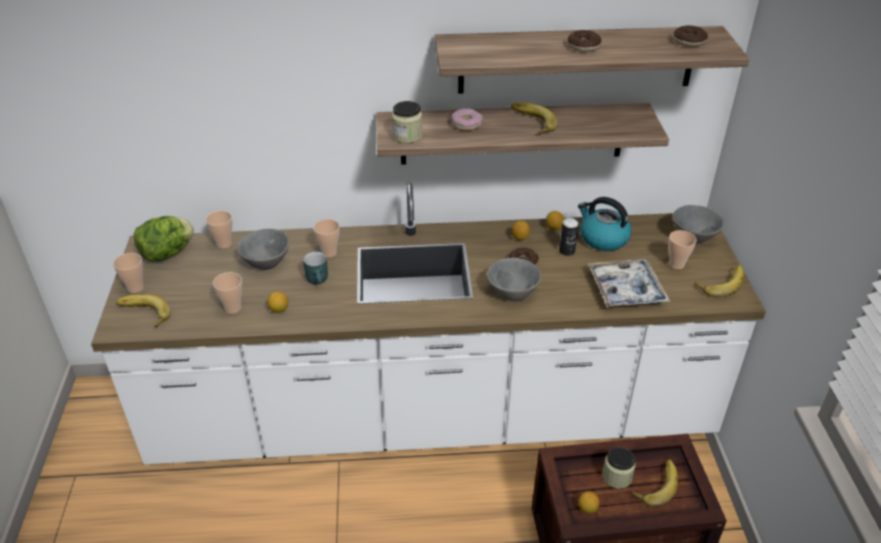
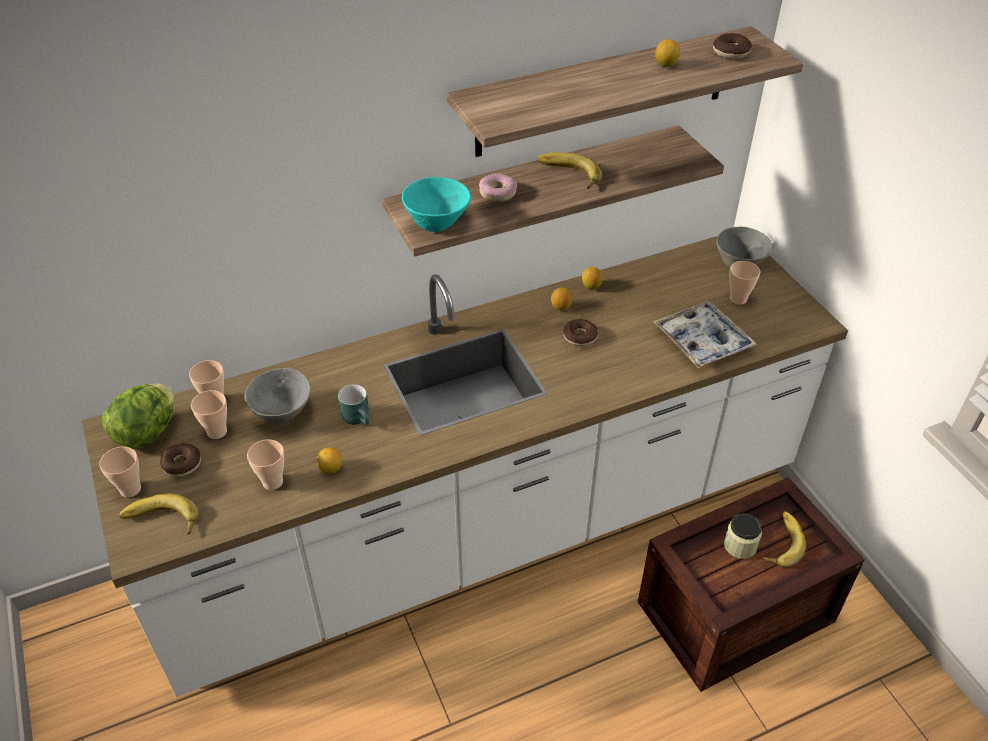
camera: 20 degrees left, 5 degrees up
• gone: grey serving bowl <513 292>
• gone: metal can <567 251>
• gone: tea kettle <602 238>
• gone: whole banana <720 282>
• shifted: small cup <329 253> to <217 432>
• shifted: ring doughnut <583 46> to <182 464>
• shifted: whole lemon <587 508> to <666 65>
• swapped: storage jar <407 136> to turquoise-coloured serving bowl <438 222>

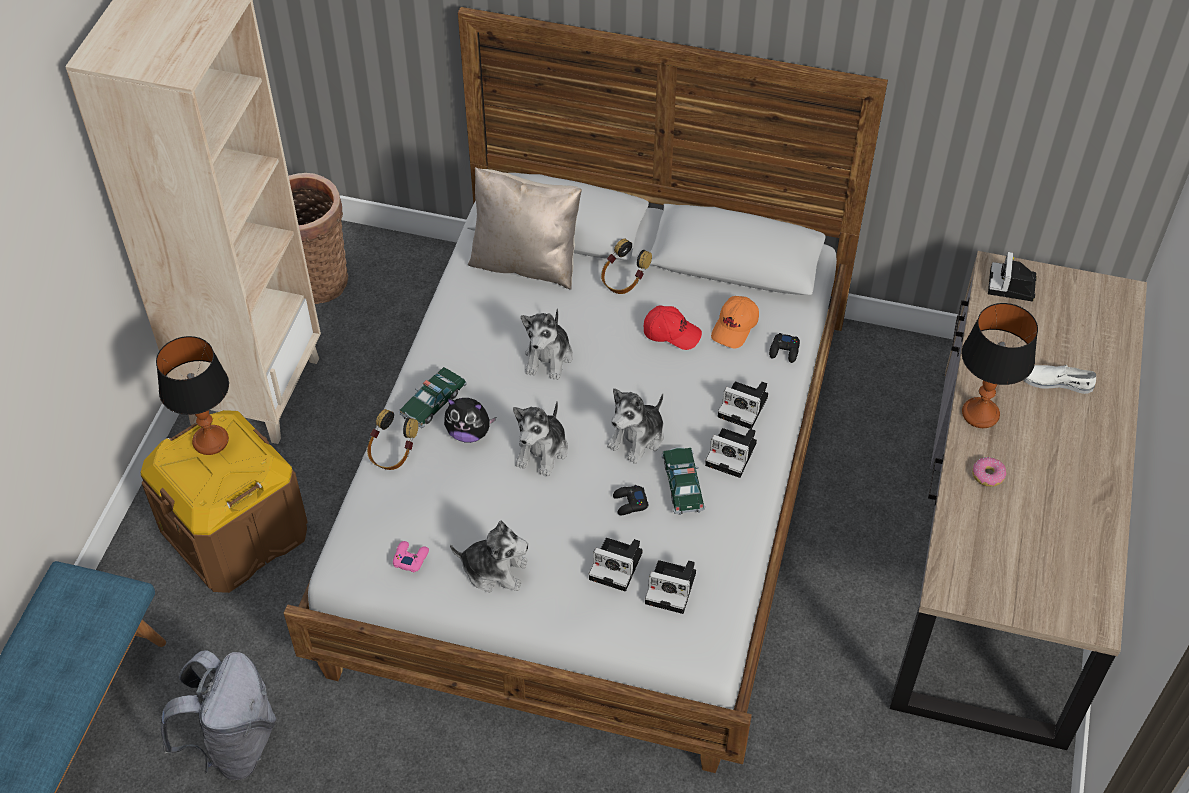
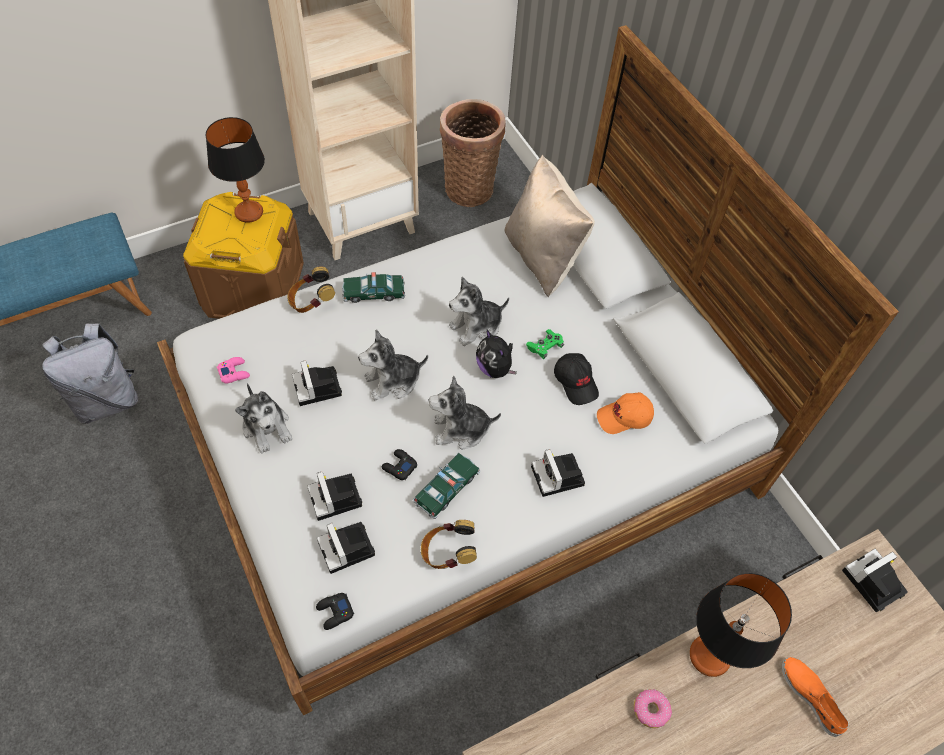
camera: 45 degrees right, 5 degrees up
• new: green-coloured game controller <545 347>
• shifted: soft toy <469 433> to <495 368>
• shifted: pair of headphones <623 280> to <447 553>
• shifted: photo camera <733 454> to <318 388>
• shifted: black game controller <784 351> to <335 612>
• repainted: reddish baseball cap <671 333> to black baseball cap <576 382>
• repainted: white shoe <1056 382> to orange shoe <811 696>

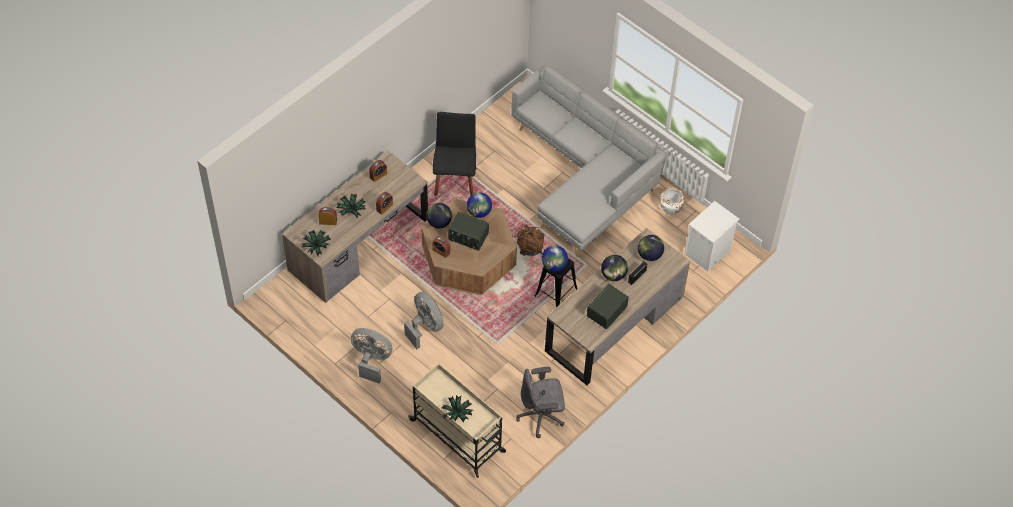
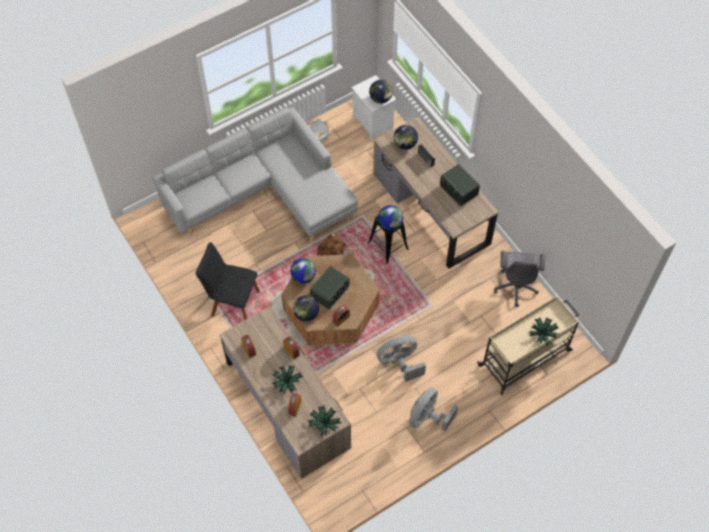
camera: 75 degrees left, 5 degrees up
• shifted: globe <613 275> to <381 99>

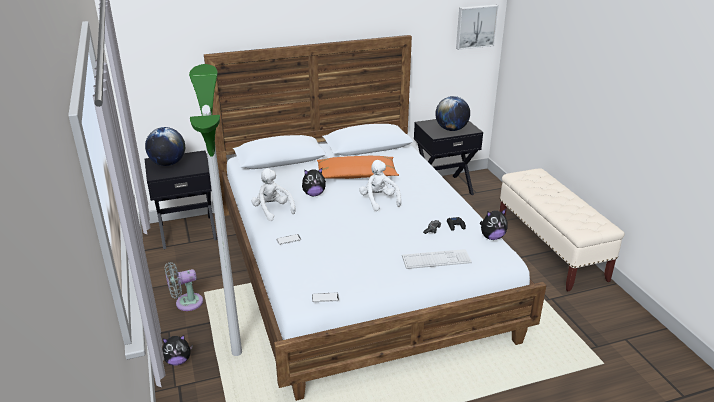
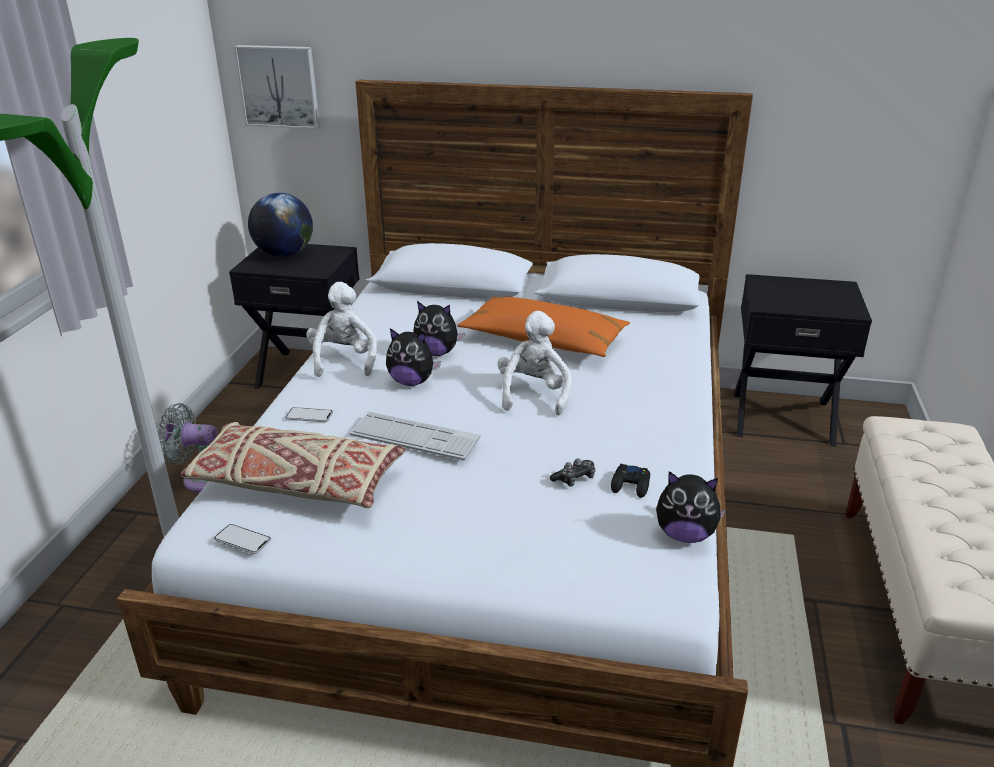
camera: 30 degrees right, 0 degrees up
• gone: globe <451 129>
• new: sand-coloured throw pillow <296 482>
• shifted: soft toy <178 361> to <412 382>
• shifted: computer keyboard <436 259> to <414 437>
• shifted: picture <475 26> to <279 86>

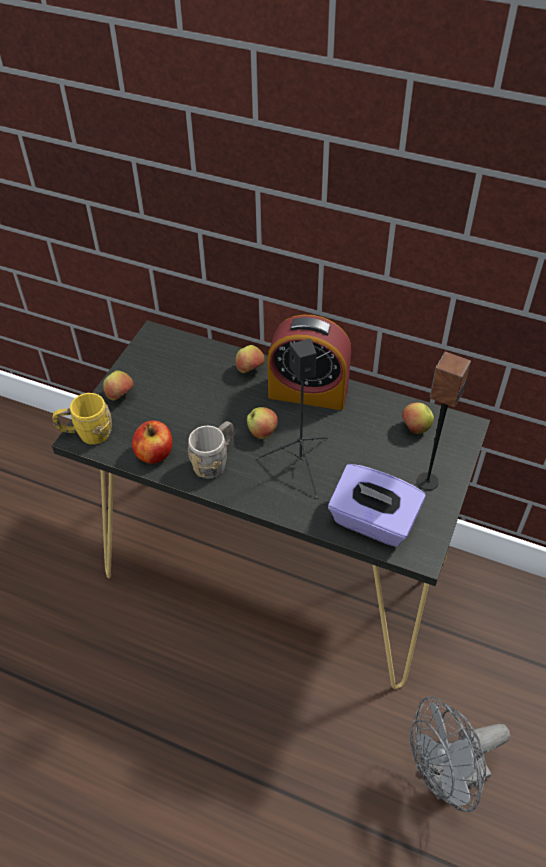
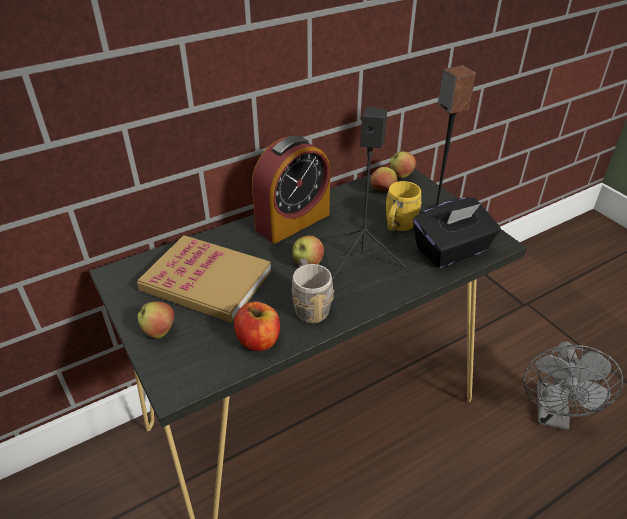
camera: 55 degrees left, 10 degrees down
• new: book <206 281>
• shifted: yellowish tea mug <87 434> to <398 227>
• shifted: whole apple <250 370> to <401 176>
• repainted: purplish tissue box <373 522> to black tissue box <452 251>

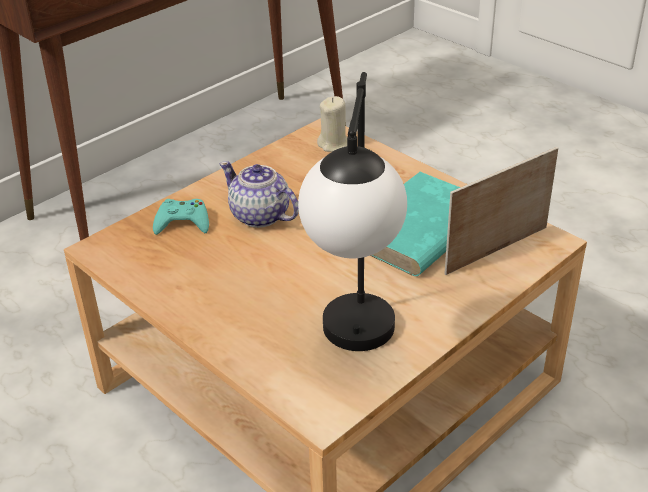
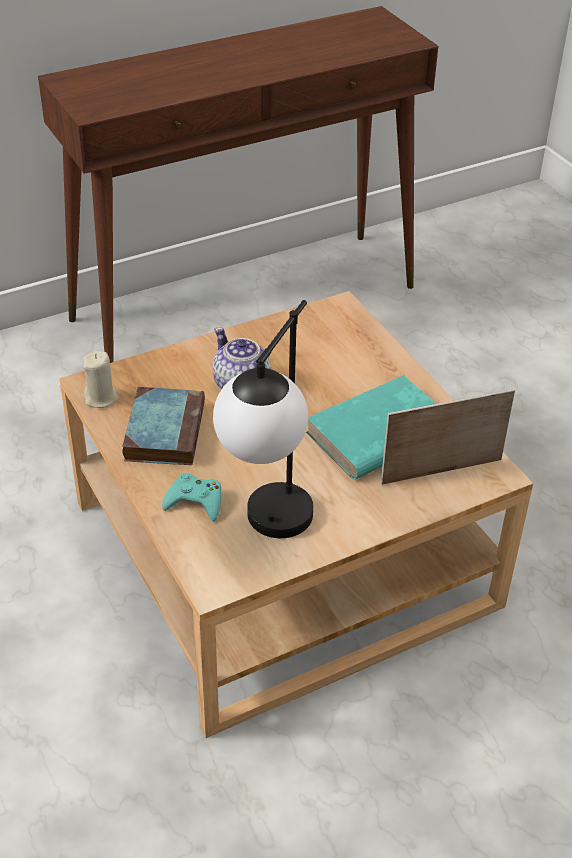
camera: 15 degrees right, 5 degrees up
• new: book <164 430>
• shifted: turquoise-coloured game controller <183 222> to <195 501>
• shifted: sand-coloured candle <333 144> to <101 398>

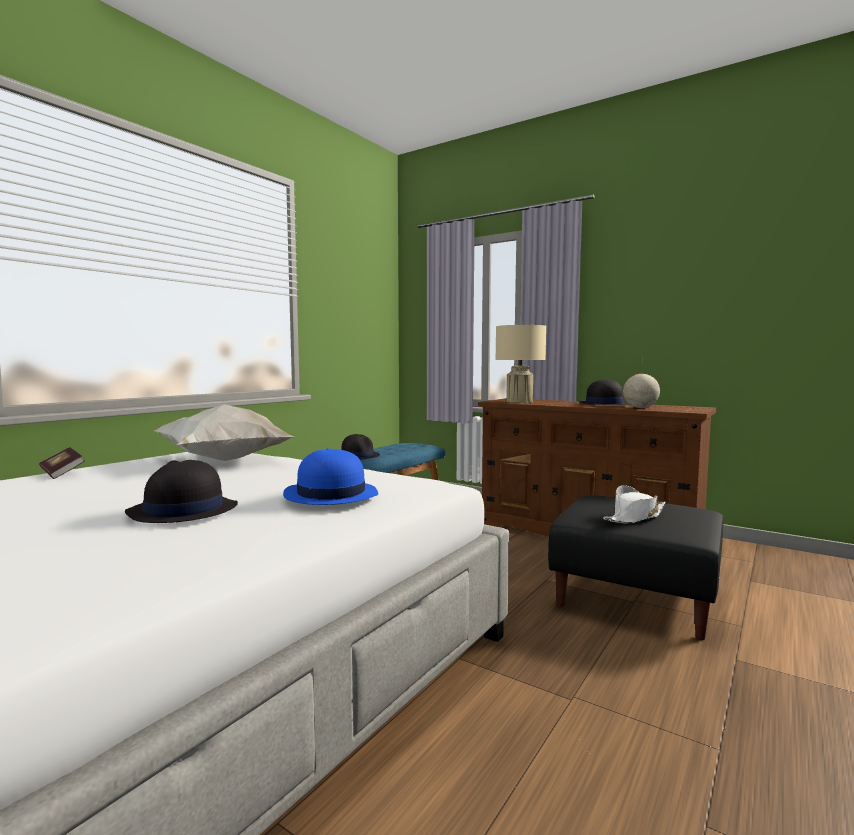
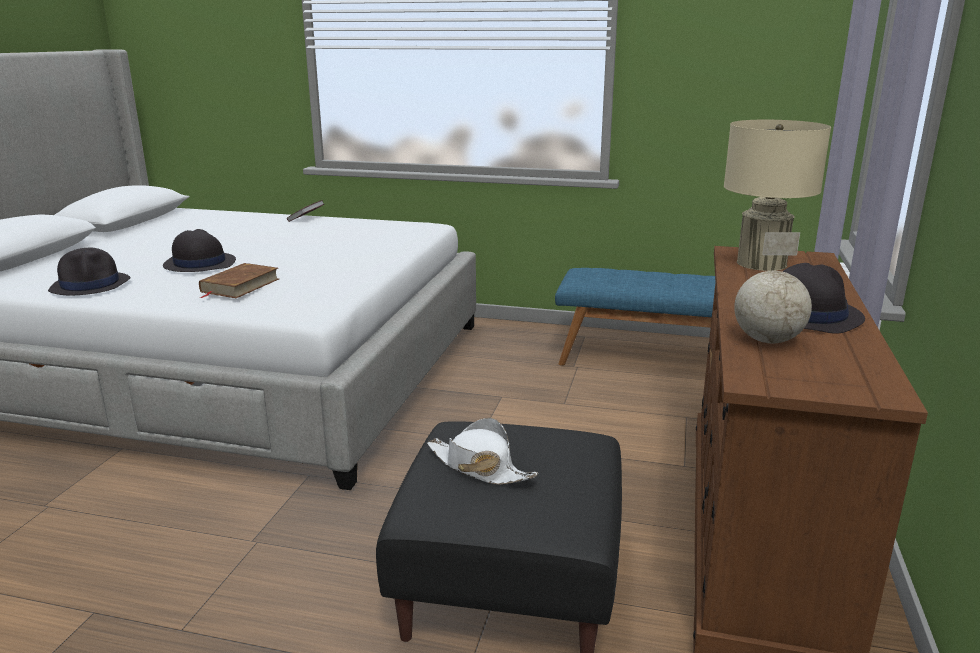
camera: 70 degrees right, 15 degrees up
• gone: white throw pillow <225 461>
• shifted: black wearable hat <357 456> to <91 285>
• swapped: blue wearable hat <330 495> to brown book <240 285>

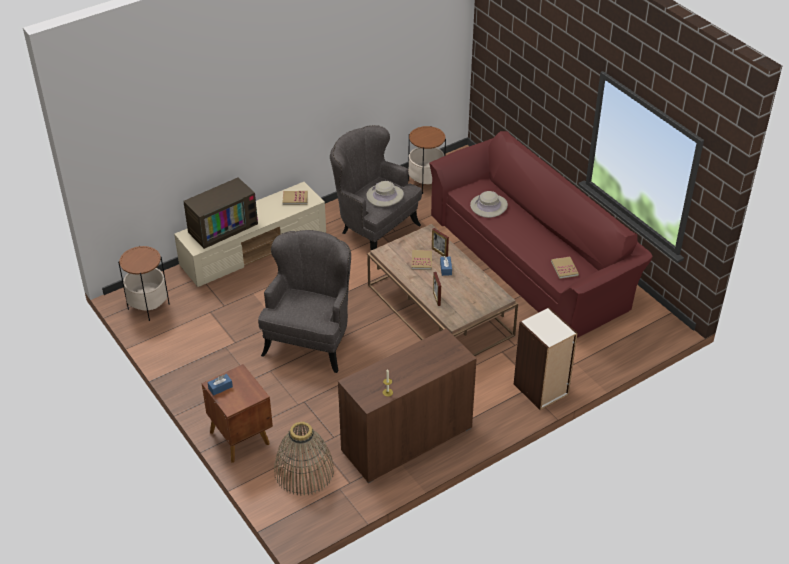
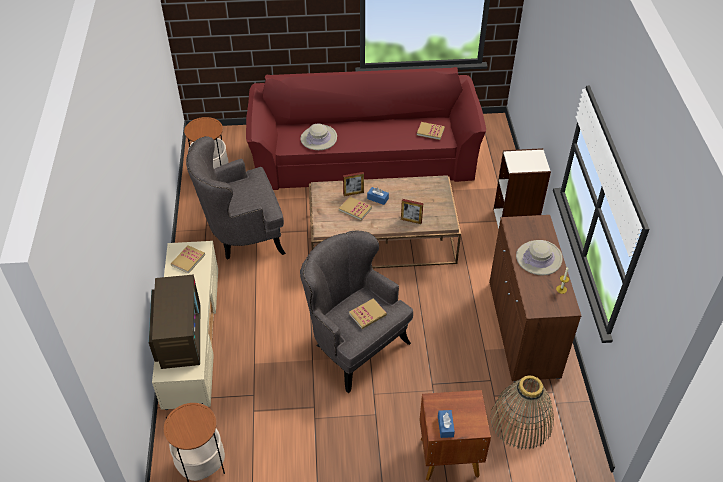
camera: 60 degrees left, 5 degrees up
• new: book <367 314>
• shifted: sand-coloured wearable hat <385 196> to <539 258>

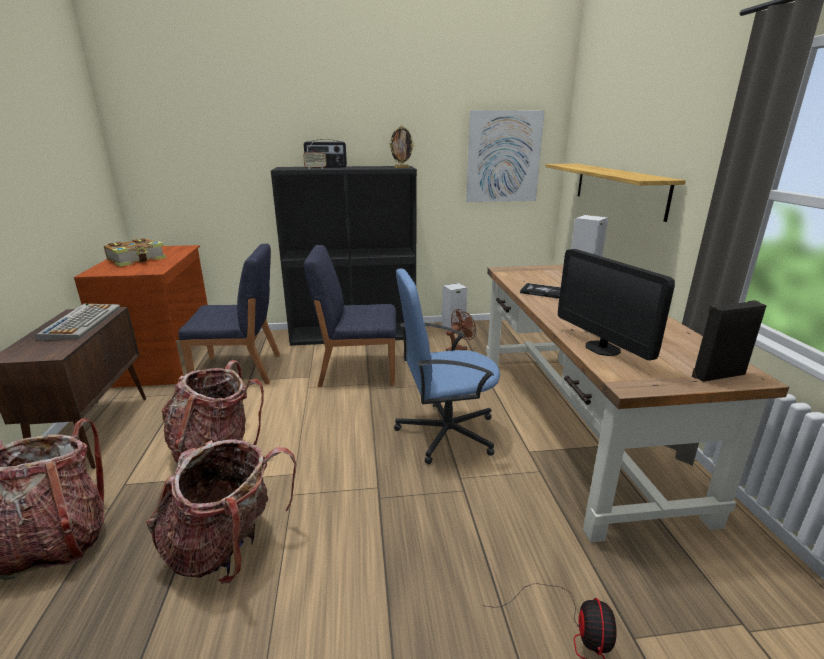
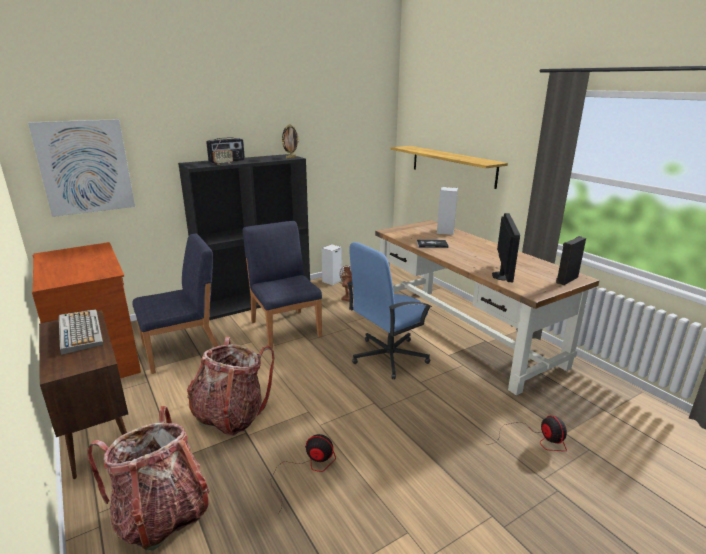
camera: 25 degrees left, 0 degrees up
• gone: book <137 260>
• shifted: picture <503 157> to <85 167>
• swapped: rucksack <227 547> to electric fan <306 469>
• rotated: blue chair <357 370> = <285 328> 90 degrees clockwise
• rotated: computer display <602 348> = <501 276> 120 degrees counterclockwise

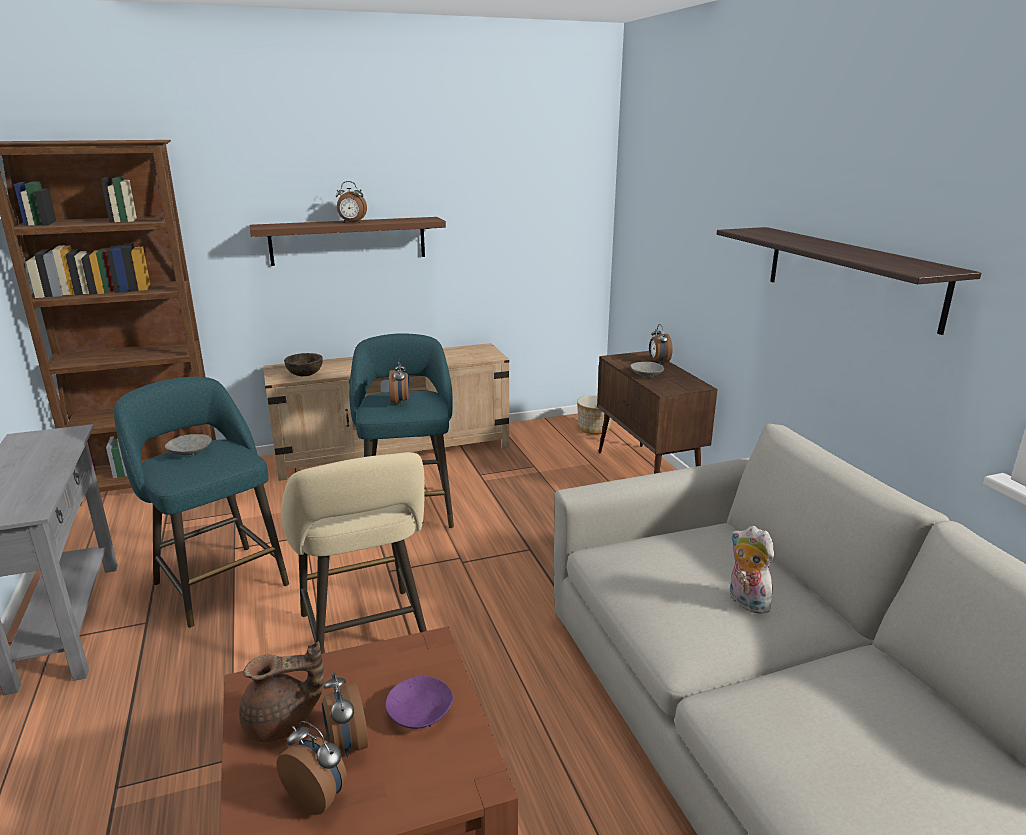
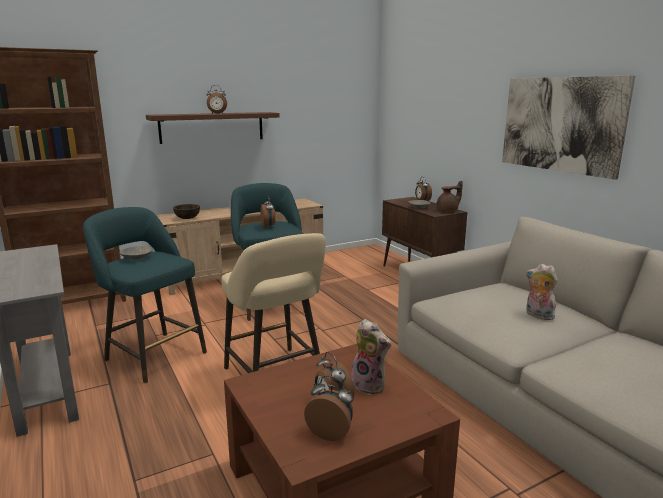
camera: 10 degrees left, 5 degrees down
• gone: flower pot <594 429>
• shifted: brown tea pot <281 723> to <448 210>
• swapped: purplish serving bowl <419 712> to soft toy <370 385>
• swapped: bracket shelf <850 275> to picture <560 124>

